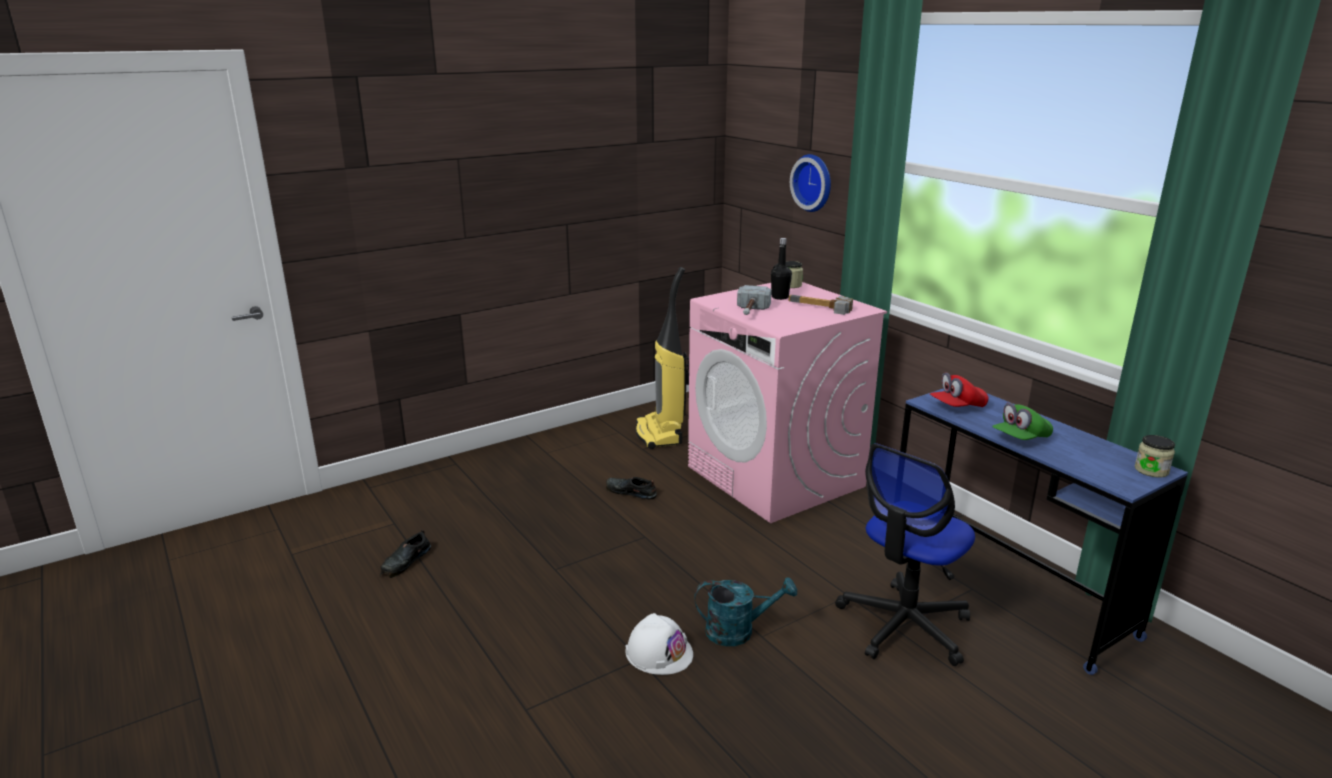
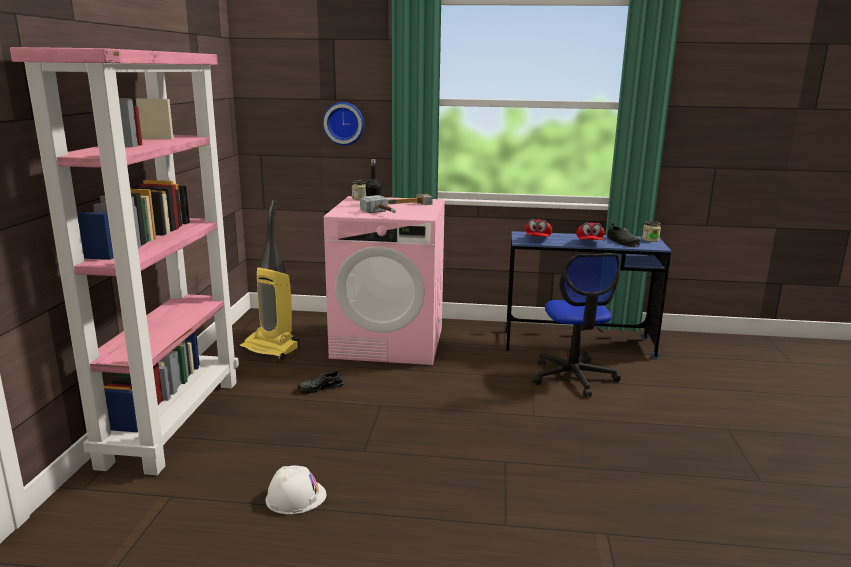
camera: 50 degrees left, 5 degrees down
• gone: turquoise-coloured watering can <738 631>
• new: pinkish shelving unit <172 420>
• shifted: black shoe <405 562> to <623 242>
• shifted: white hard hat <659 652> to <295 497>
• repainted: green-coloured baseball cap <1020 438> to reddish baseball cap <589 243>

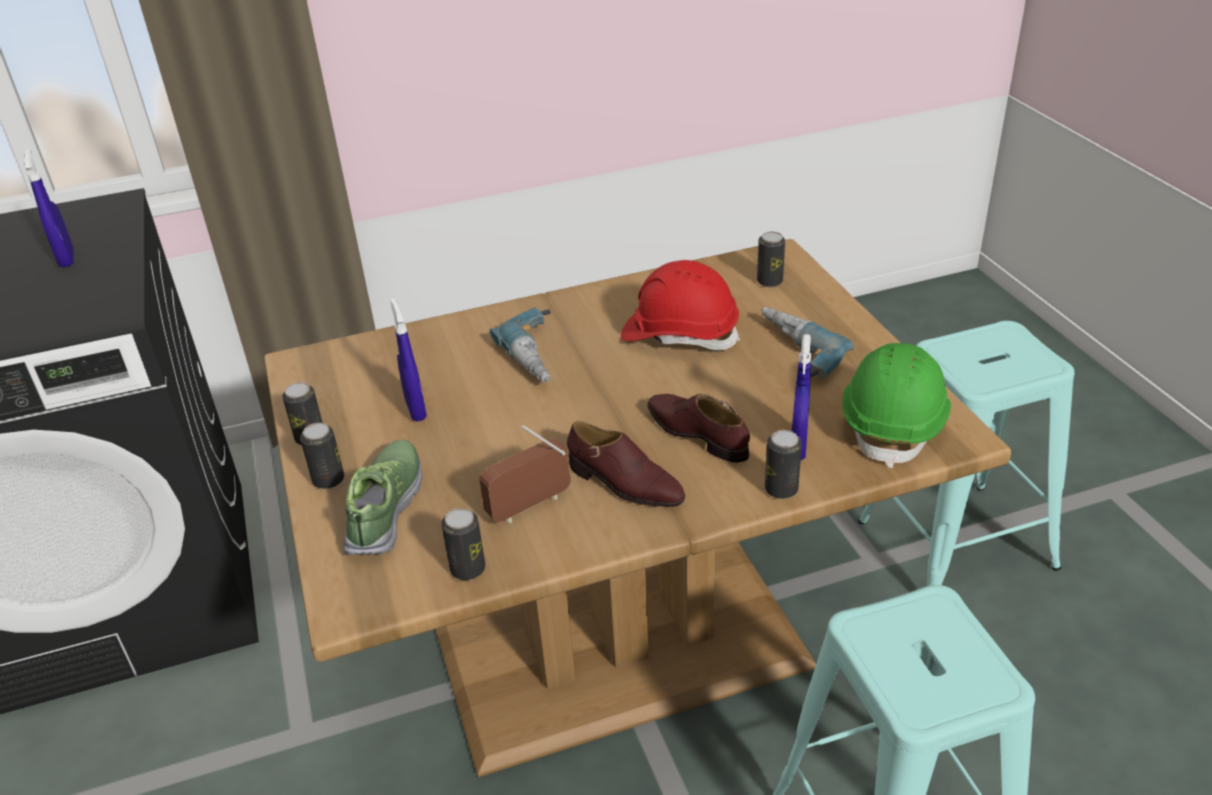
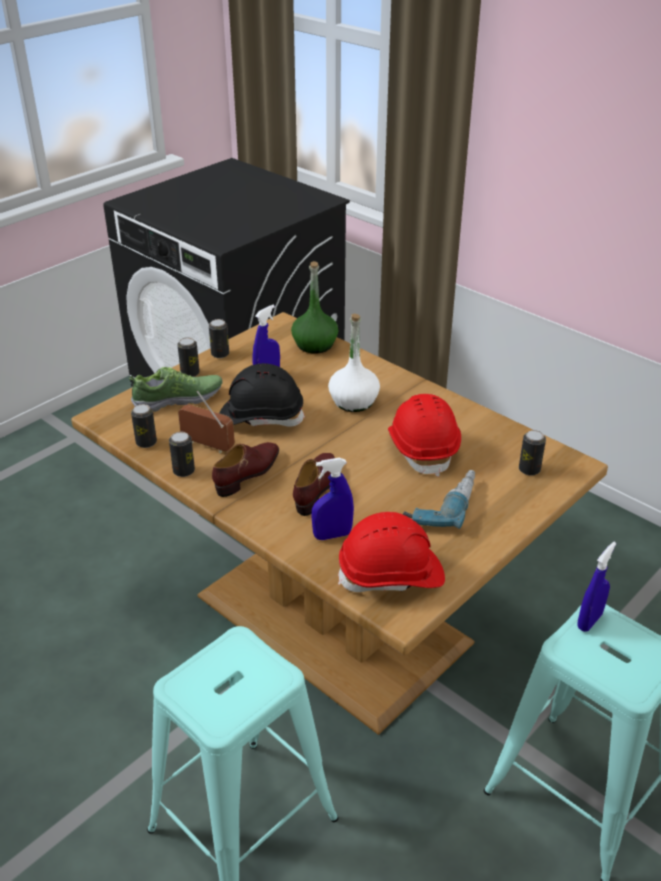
camera: 60 degrees right, 0 degrees up
• new: black hard hat <261 417>
• new: green-coloured bottle <315 345>
• shifted: blue hand sprayer <67 259> to <589 621>
• shifted: metal can <781 489> to <184 471>
• swapped: drill <542 355> to white bottle <354 401>
• repainted: green-coloured hard hat <894 424> to reddish hard hat <391 575>
• rotated: brown shoe <624 484> = <248 473> 150 degrees counterclockwise

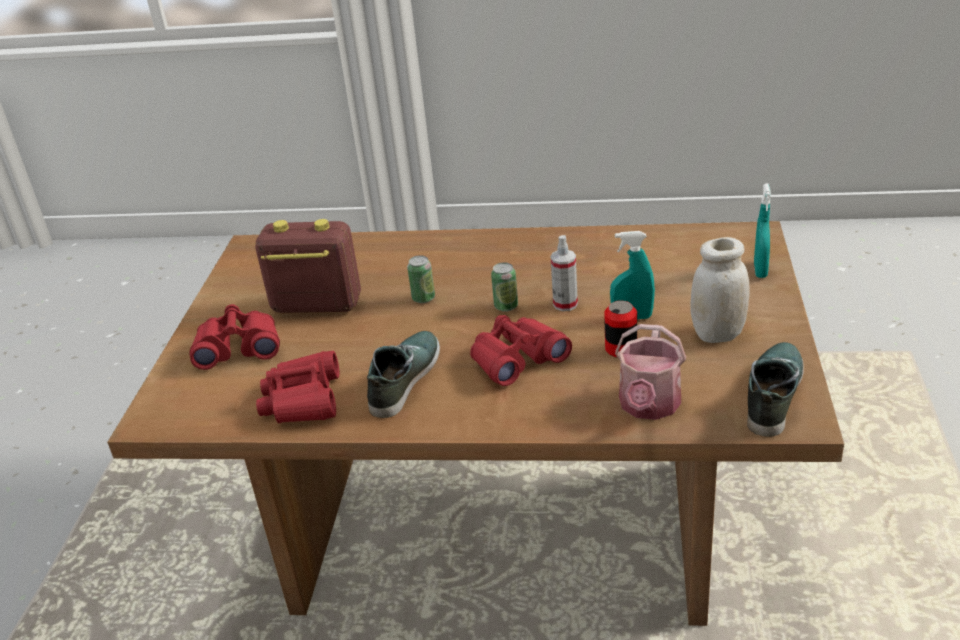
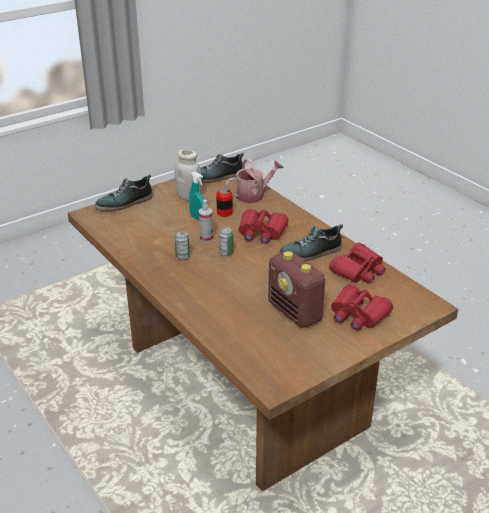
camera: 135 degrees left, 0 degrees up
• shifted: metal can <423 298> to <182 257>
• swapped: turquoise-coloured hand sprayer <760 270> to shoe <125 203>

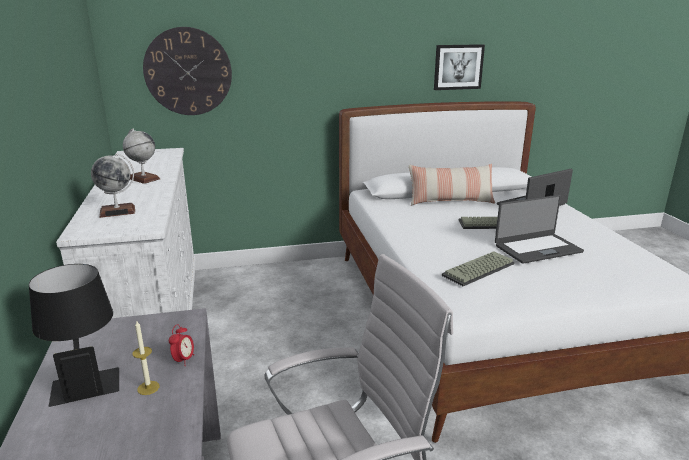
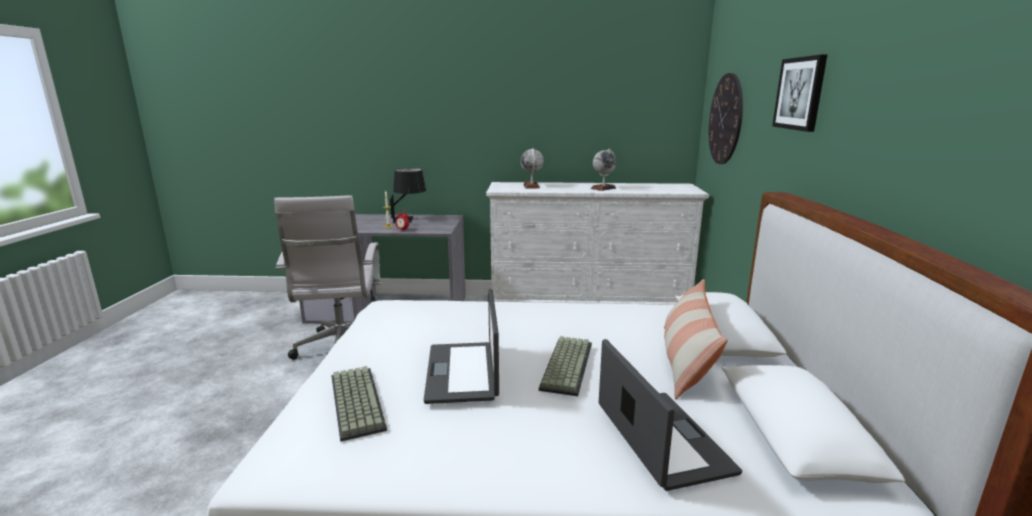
camera: 105 degrees right, 5 degrees down
• shifted: picture <458 67> to <800 93>
• shifted: computer keyboard <479 270> to <354 402>

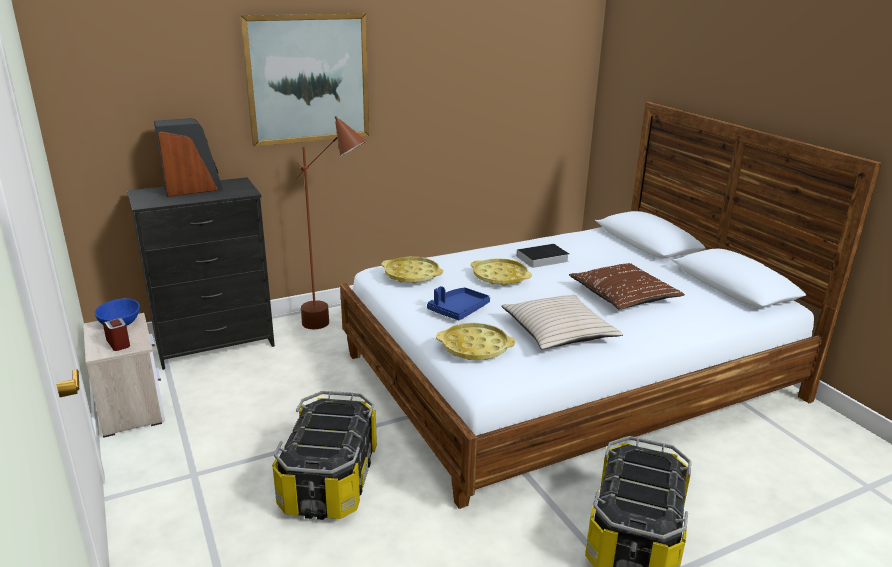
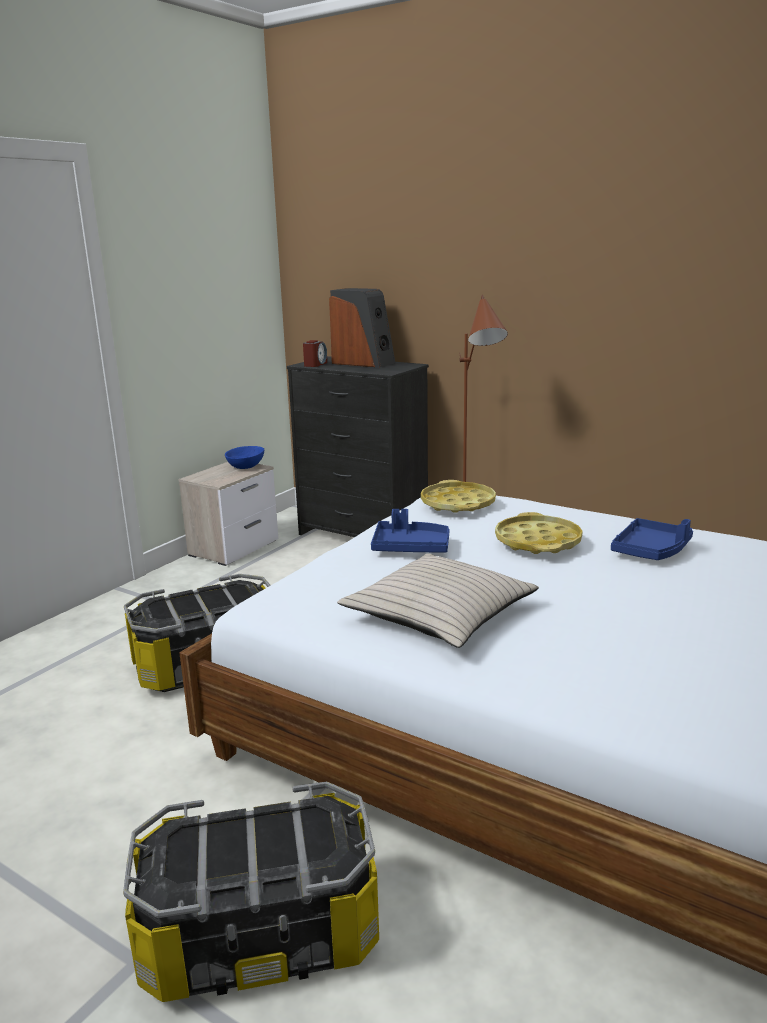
camera: 60 degrees right, 5 degrees down
• gone: picture <308 79>
• gone: yellowish tray <475 347>
• gone: brown throw pillow <623 295>
• shifted: bedside clock <118 343> to <315 364>
• swapped: book <541 259> to blue tray <651 550>

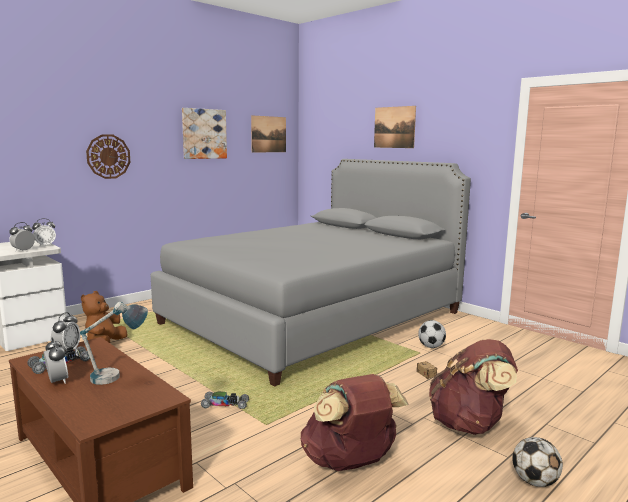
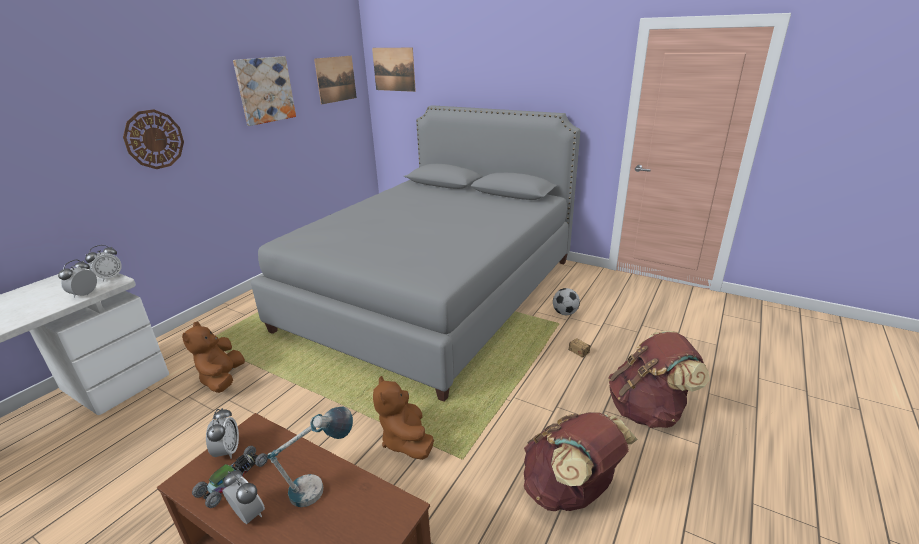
camera: 15 degrees left, 15 degrees up
• gone: football ball <534 481>
• shifted: picture <394 127> to <394 69>
• swapped: miniature car <225 404> to brown soft toy <406 440>

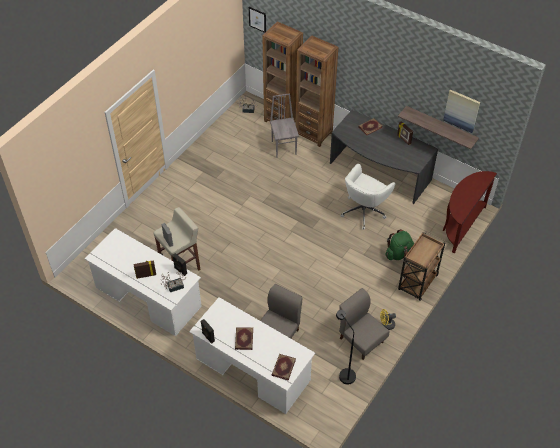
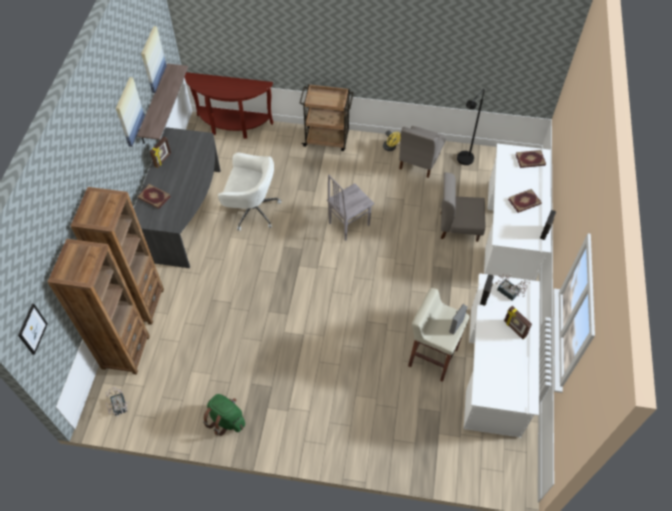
camera: 115 degrees left, 5 degrees up
• new: picture <129 112>
• shifted: grey chair <284 147> to <348 224>
• shifted: green-coloured rucksack <398 253> to <226 419>

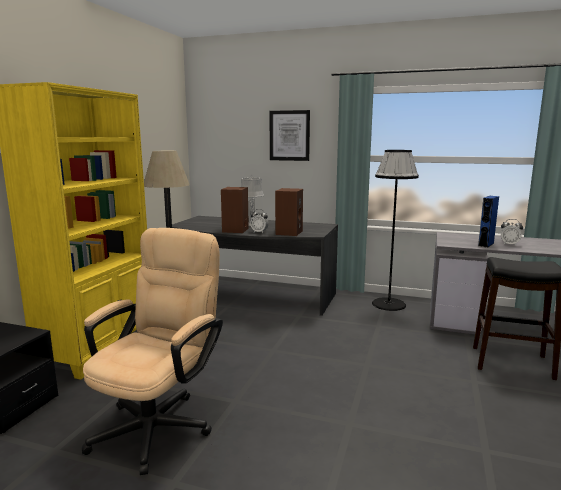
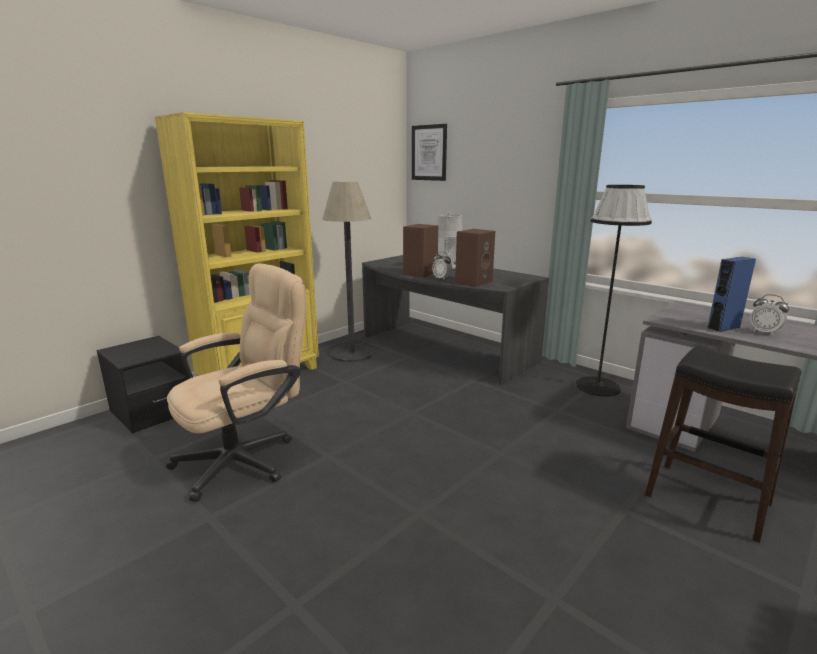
camera: 25 degrees right, 5 degrees up
• shifted: picture <289 135> to <429 153>

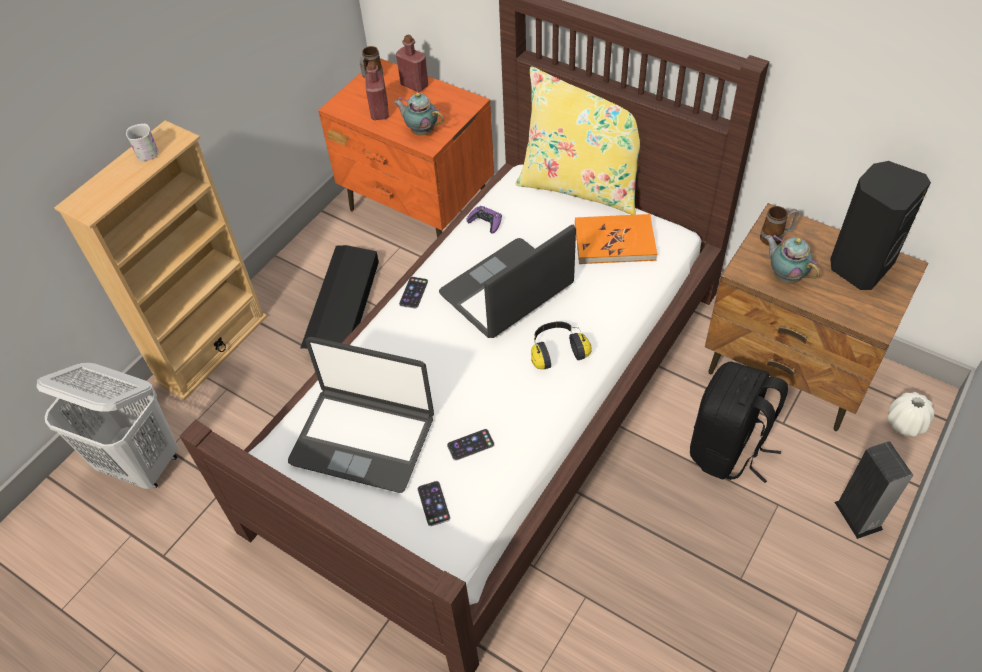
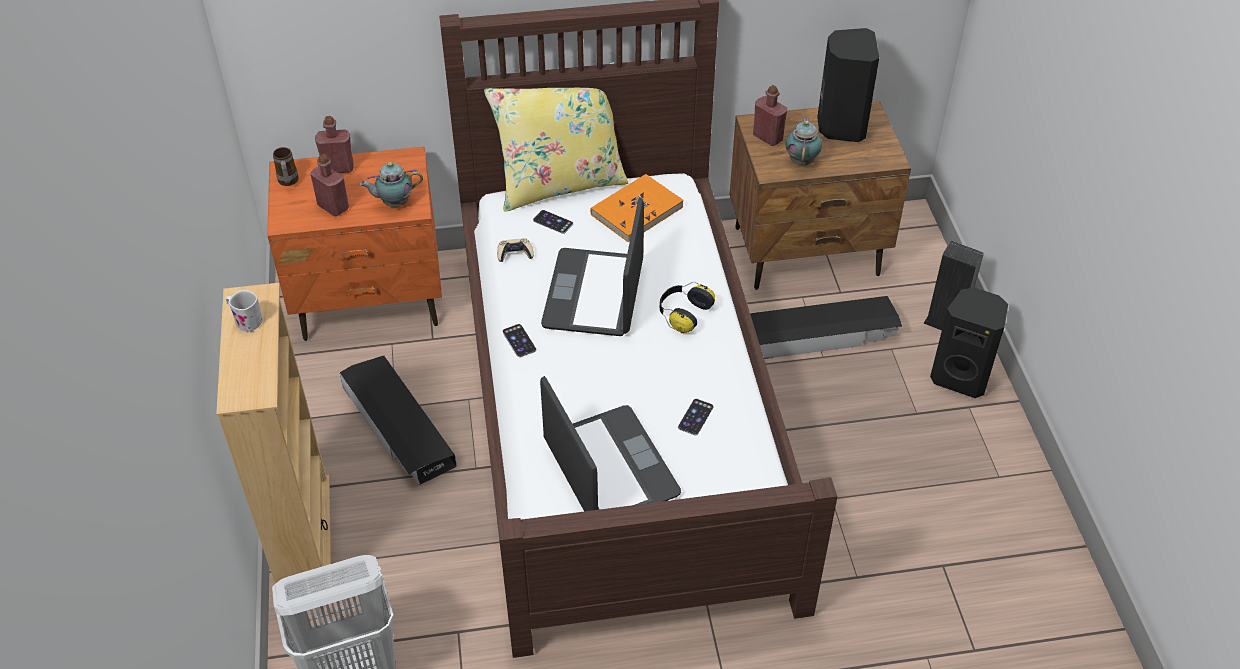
camera: 45 degrees left, 5 degrees down
• gone: white flower vase <905 423>
• new: black speaker <961 377>
• shifted: phone <433 503> to <553 222>
• swapped: black rucksack <728 449> to black storage box <822 334>
• swapped: tea mug <775 238> to reddish bottle <767 137>
• repainted: purplish game controller <485 222> to sand-coloured game controller <515 253>
• rotated: notebook computer <363 438> = <609 468> 90 degrees counterclockwise
• rotated: tea pot <785 276> = <802 160> 90 degrees clockwise

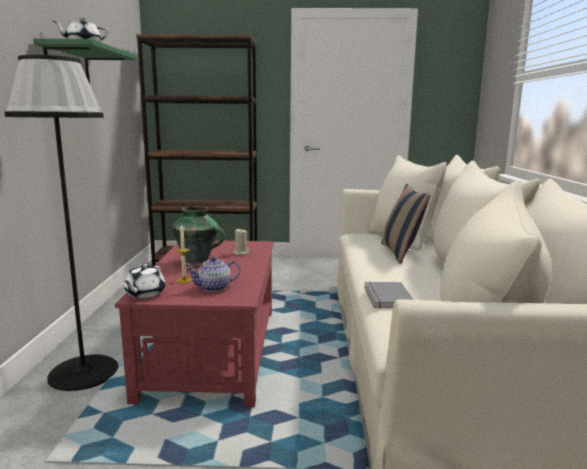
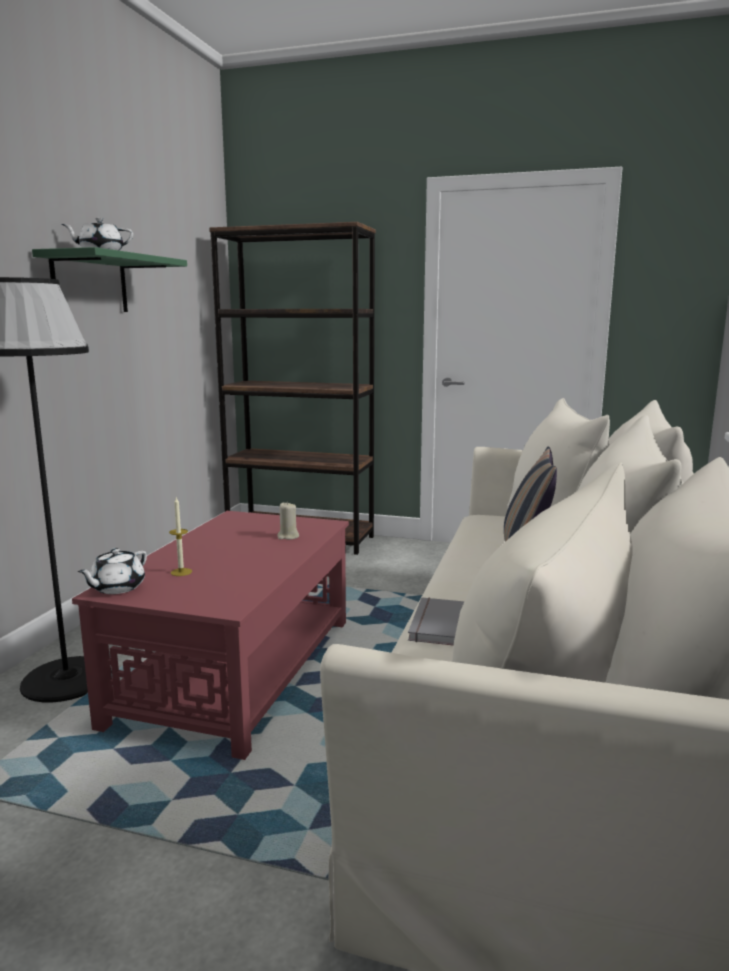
camera: 15 degrees right, 0 degrees up
• gone: flower vase <198 262>
• gone: tea pot <214 288>

